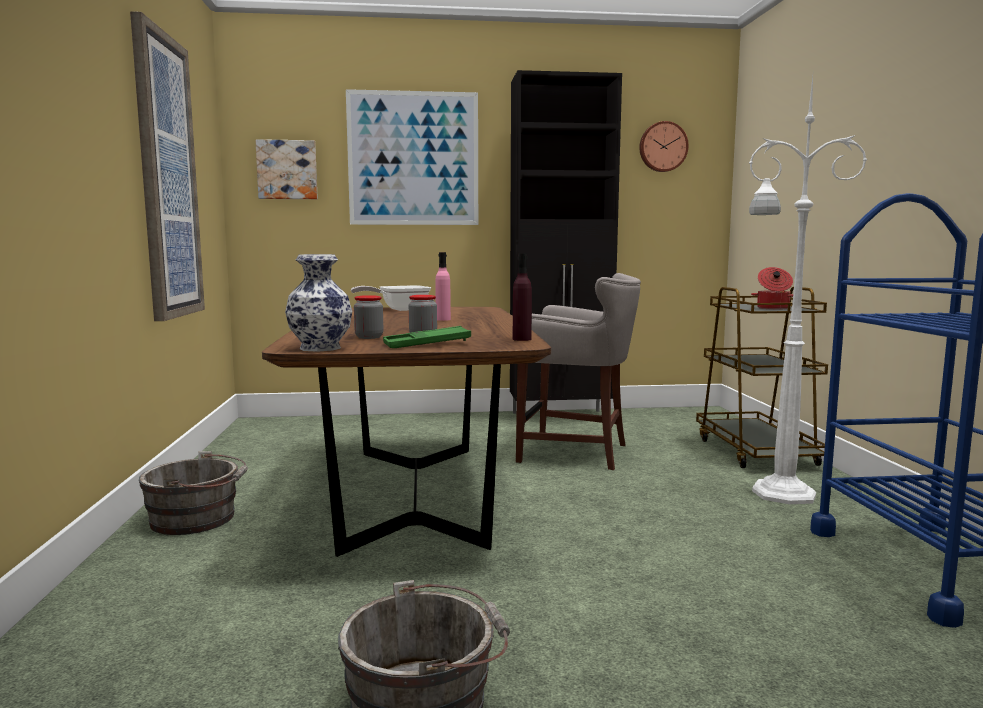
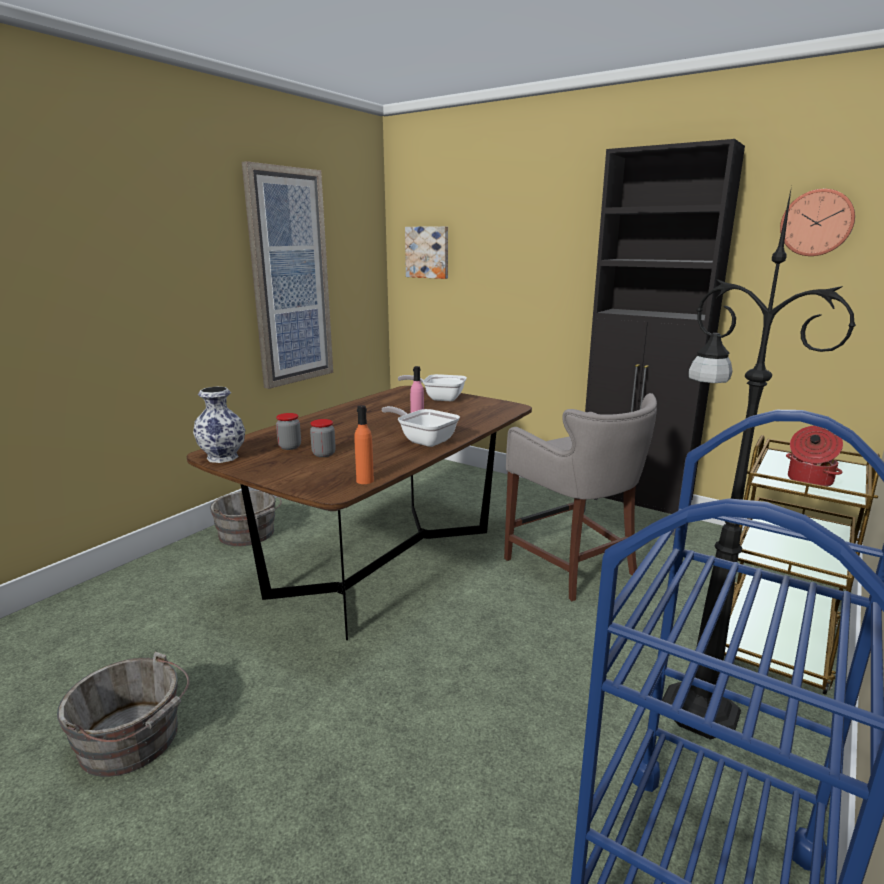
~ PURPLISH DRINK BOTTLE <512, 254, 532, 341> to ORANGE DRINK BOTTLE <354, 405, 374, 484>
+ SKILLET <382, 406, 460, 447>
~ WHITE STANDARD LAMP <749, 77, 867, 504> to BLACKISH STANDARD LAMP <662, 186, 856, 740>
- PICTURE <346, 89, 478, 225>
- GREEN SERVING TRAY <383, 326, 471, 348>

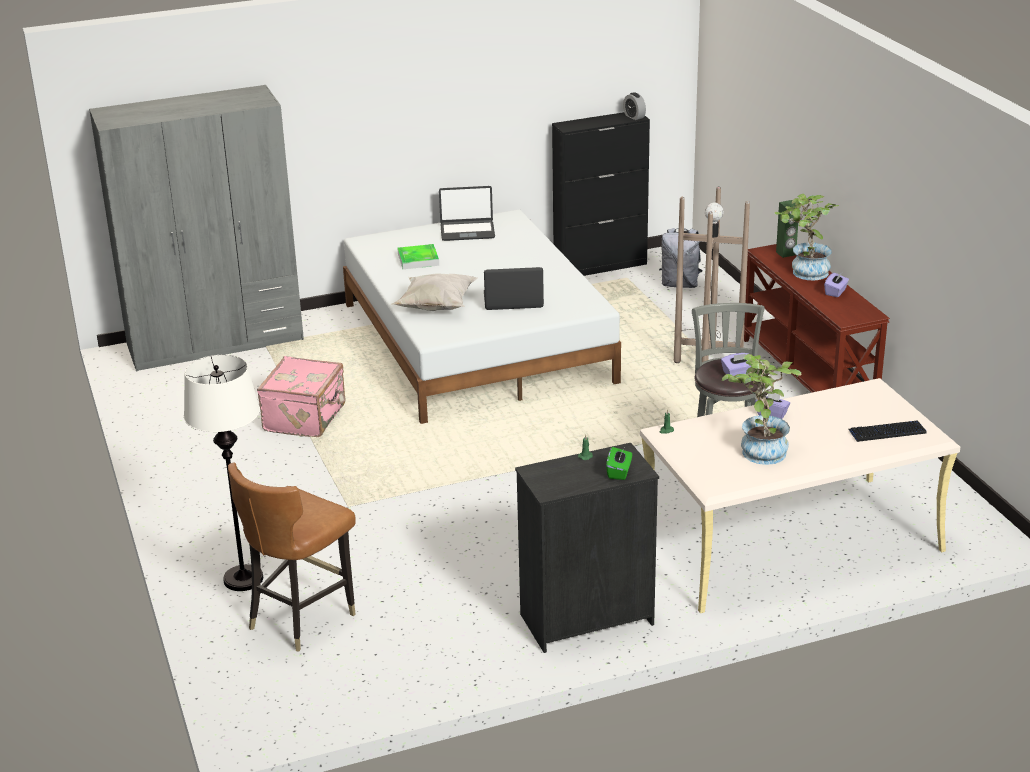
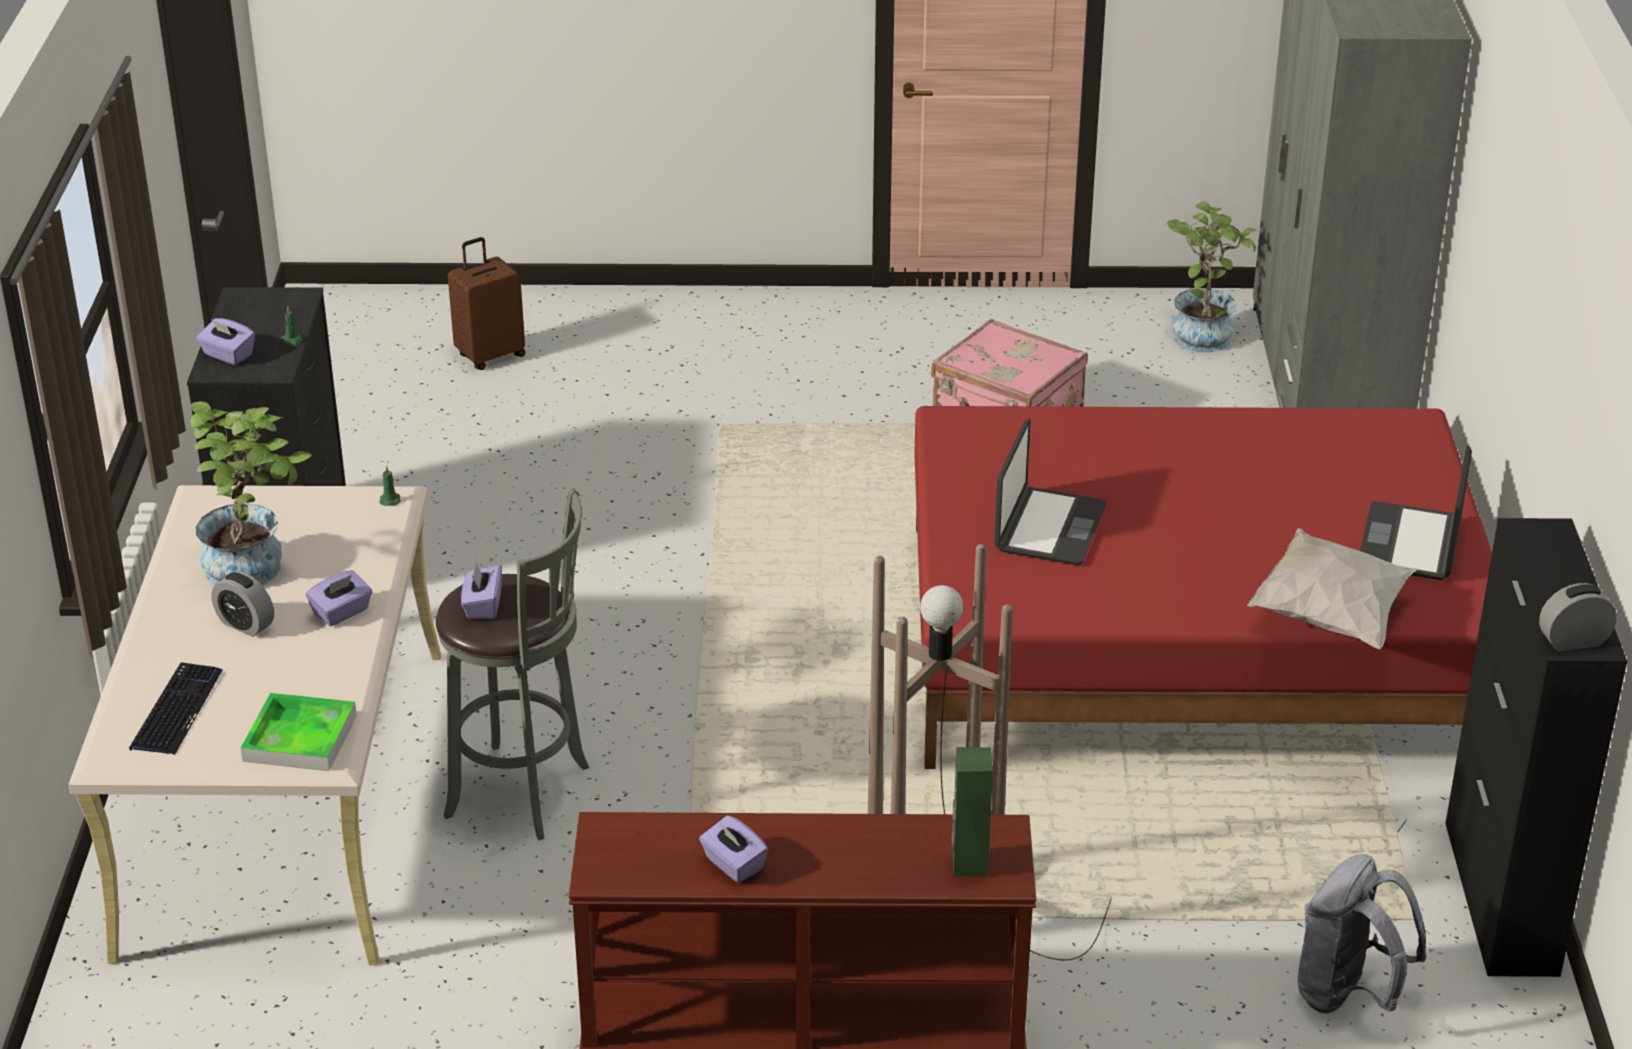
~ GREEN TISSUE HOLDER <606, 447, 632, 480> to PURPLISH TISSUE HOLDER <196, 318, 255, 365>
+ BEDSIDE CLOCK <211, 572, 274, 637>
~ SERVING TRAY <397, 244, 439, 269> to <240, 693, 357, 771>
~ BROWN-COLOURED UPRIGHT CHAIR <228, 463, 356, 651> to BROWN-COLOURED TRAVEL CASE <448, 237, 525, 370>
~ WHITE SLEEPING BED <343, 209, 621, 424> to RED-COLOURED SLEEPING BED <914, 406, 1492, 769>
~ POTTED PLANT <775, 194, 839, 280> to <1166, 202, 1257, 353>
~ WHITE THROW PILLOW <392, 274, 478, 311> to <1247, 528, 1419, 650>
- WHITE STANDARD LAMP <184, 355, 263, 591>

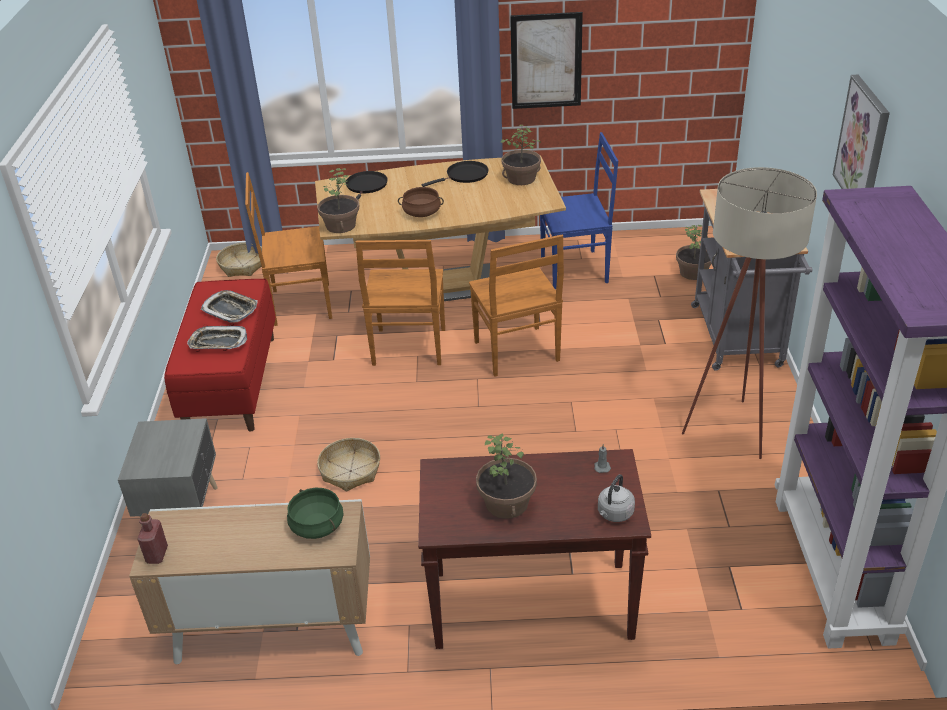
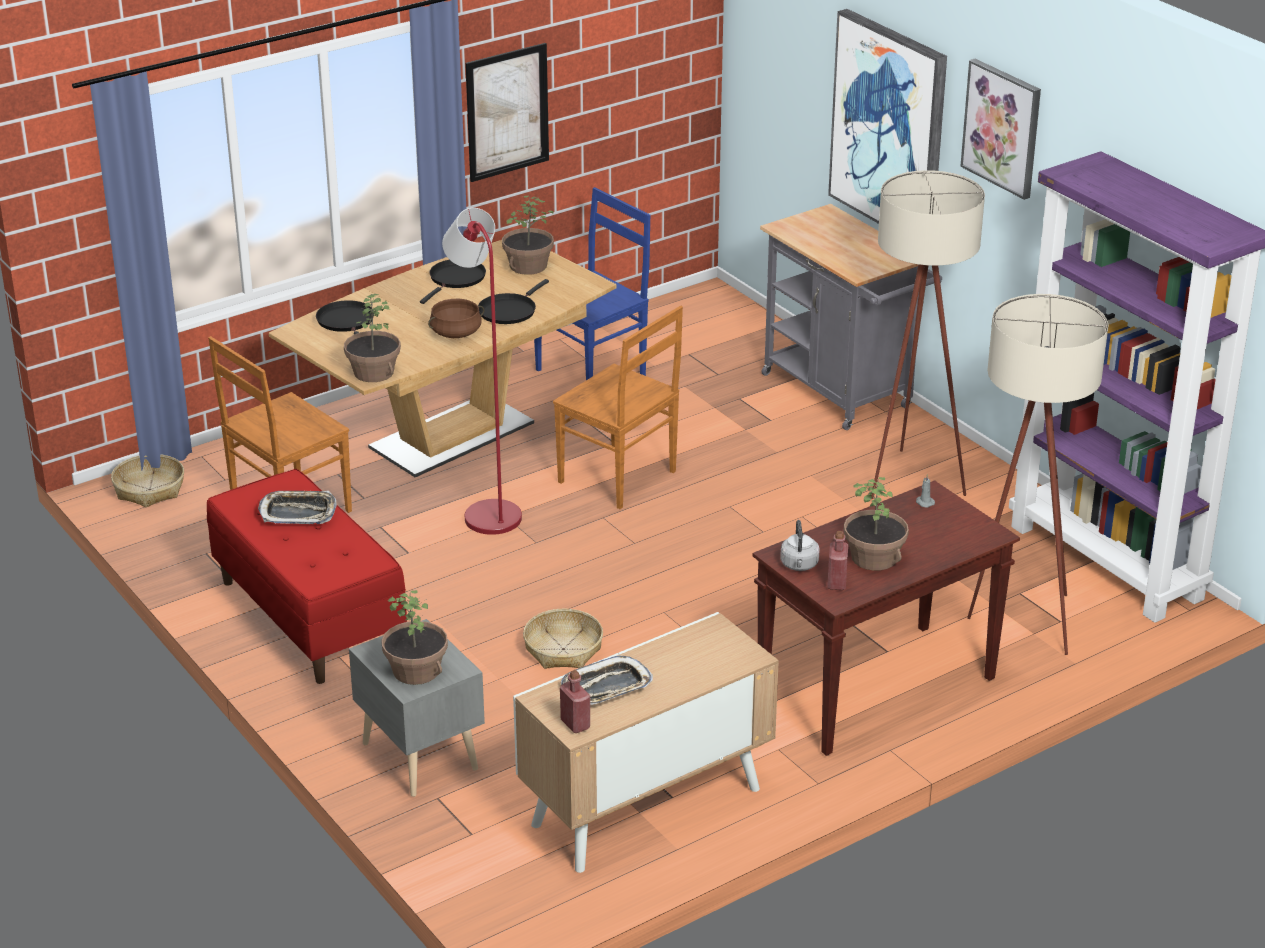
~ POTTED PLANT <676, 225, 712, 280> to <381, 590, 448, 685>
~ BROWN-COLOURED UPRIGHT CHAIR <356, 240, 445, 366> to RED-COLOURED STANDARD LAMP <442, 208, 522, 535>
+ BLACKISH SKILLET <478, 279, 549, 324>
~ SERVING TRAY <187, 326, 247, 349> to <561, 655, 653, 705>
~ GREY TEA KETTLE <598, 474, 635, 522> to <780, 520, 820, 571>
+ RED-COLOURED DRINK BOTTLE <827, 531, 848, 590>
+ PICTURE <828, 9, 947, 224>
+ SAND-COLOURED STANDARD LAMP <967, 294, 1109, 655>
- GREEN COOKING POT <287, 488, 344, 539>

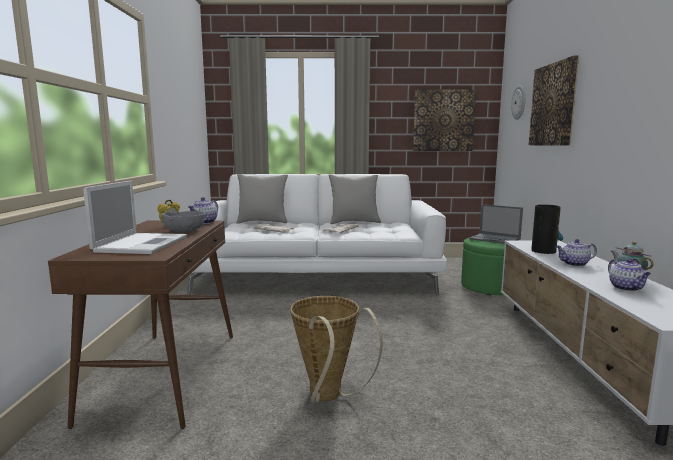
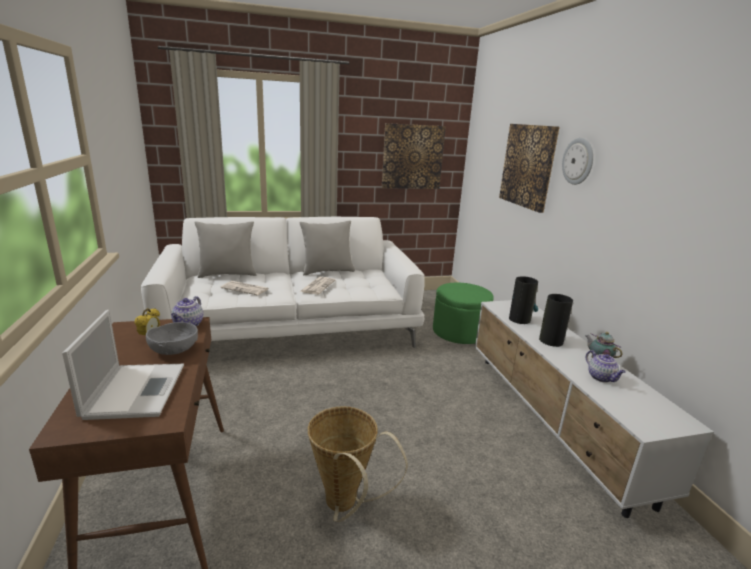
~ TEAPOT <556, 239, 597, 266> to DECORATIVE VASE <539, 294, 573, 347>
~ HANGING CLOCK <511, 85, 525, 120> to <562, 138, 593, 185>
- PORTABLE COMPUTER <469, 204, 523, 244>

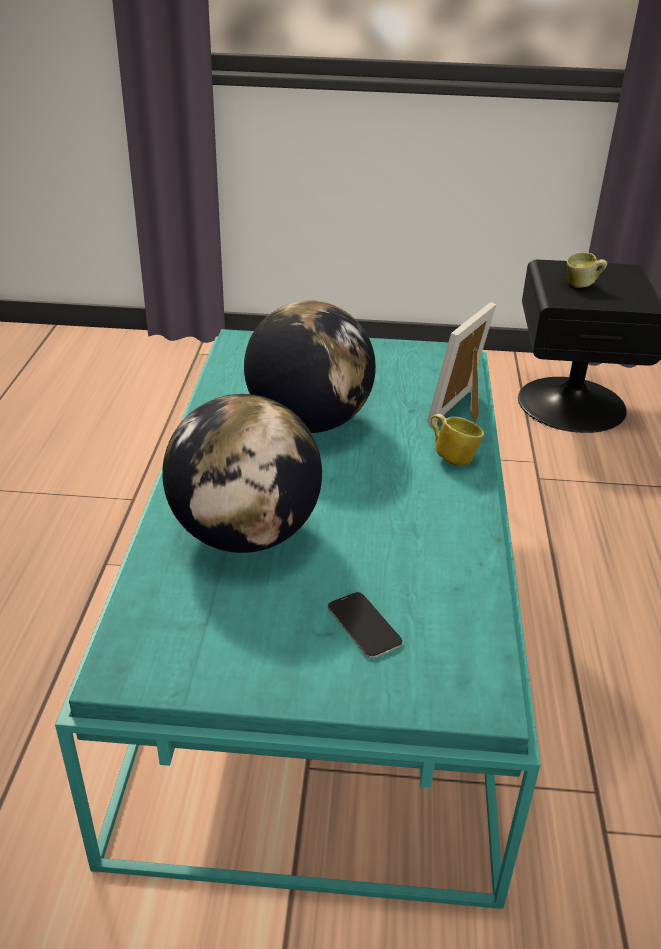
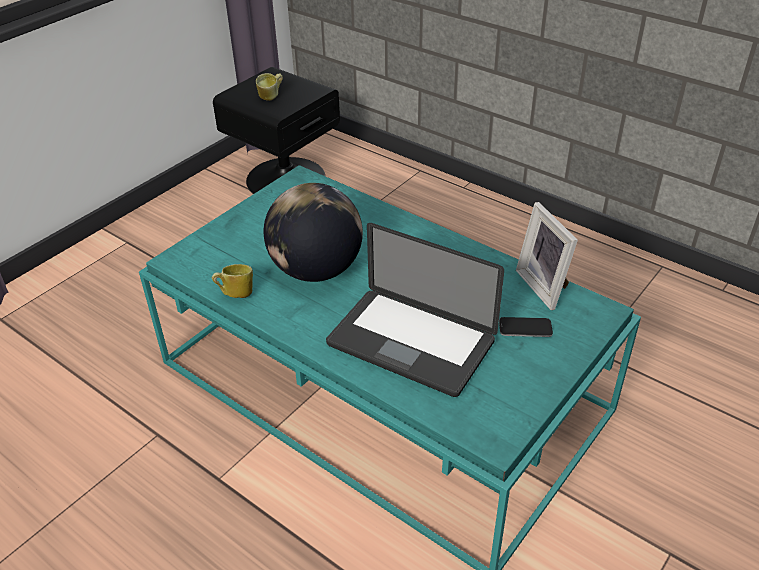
~ TEA MUG <431, 414, 484, 466> to <212, 264, 253, 298>
~ GLOBE <162, 394, 322, 553> to PORTABLE COMPUTER <326, 223, 504, 397>
~ PICTURE FRAME <427, 302, 497, 425> to <516, 202, 578, 310>

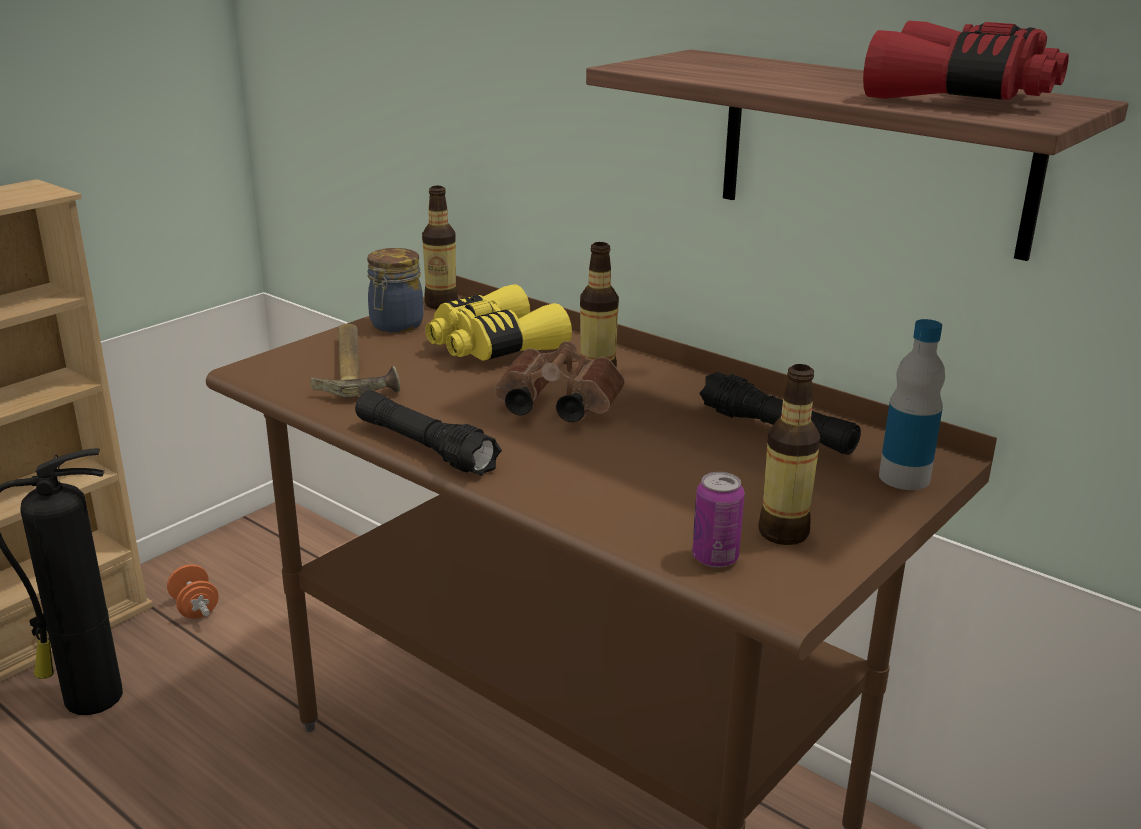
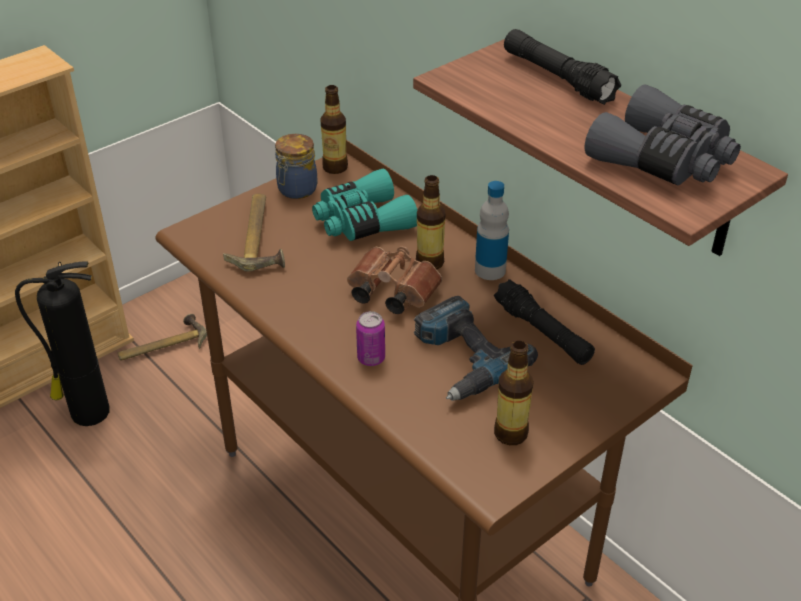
~ ORANGE DUMBBELL <167, 564, 219, 619> to TOOL HAMMER <118, 314, 207, 361>
~ YELLOW PAIR OF BINOCULARS <425, 285, 572, 361> to TURQUOISE PAIR OF BINOCULARS <312, 168, 417, 241>
~ CAN <692, 472, 745, 568> to <356, 311, 385, 366>
+ DRILL <414, 296, 538, 401>
~ DRINK BOTTLE <879, 319, 945, 490> to <475, 181, 509, 280>
~ BLACKISH FLASHLIGHT <355, 391, 502, 476> to <504, 29, 621, 105>
~ RED-COLOURED PAIR OF BINOCULARS <863, 21, 1069, 100> to GREY PAIR OF BINOCULARS <584, 84, 741, 185>

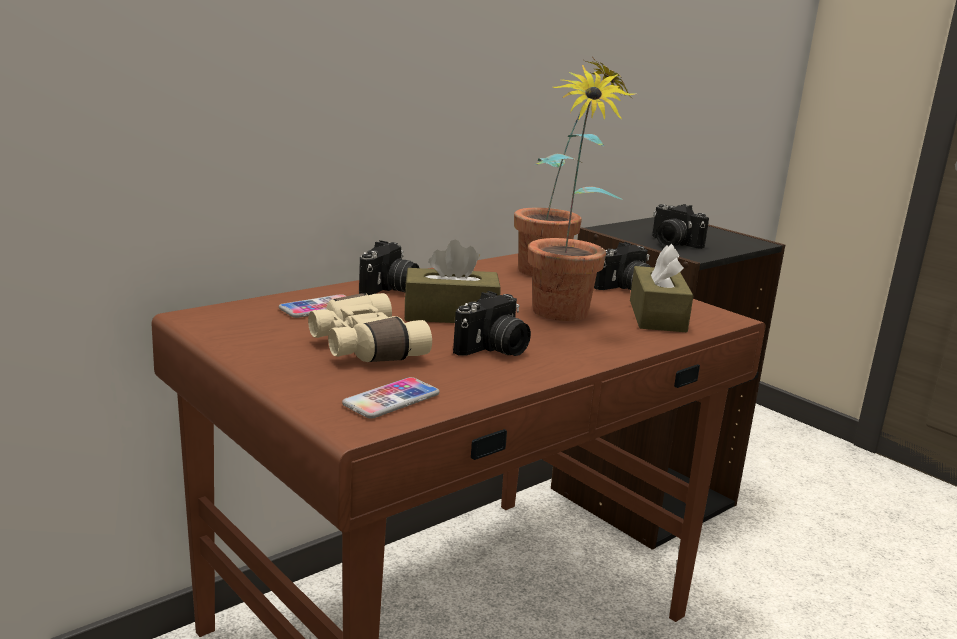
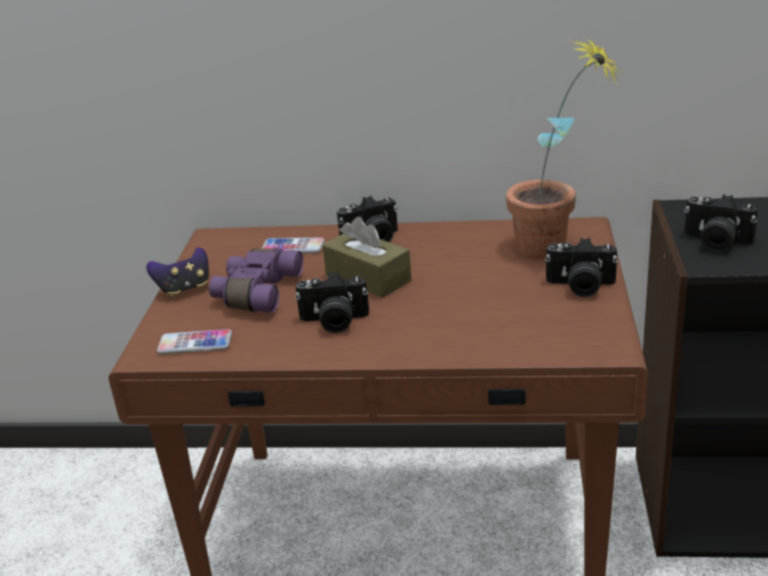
+ JOYPAD <146, 248, 209, 298>
~ SAND-COLOURED PAIR OF BINOCULARS <308, 293, 432, 362> to PURPLISH PAIR OF BINOCULARS <209, 248, 303, 312>
~ PHOTO CAMERA <652, 204, 709, 249> = <685, 194, 758, 252> 60 degrees counterclockwise
- POTTED PLANT <528, 65, 636, 321>
- BROWN-COLOURED TISSUE HOLDER <630, 244, 694, 332>

